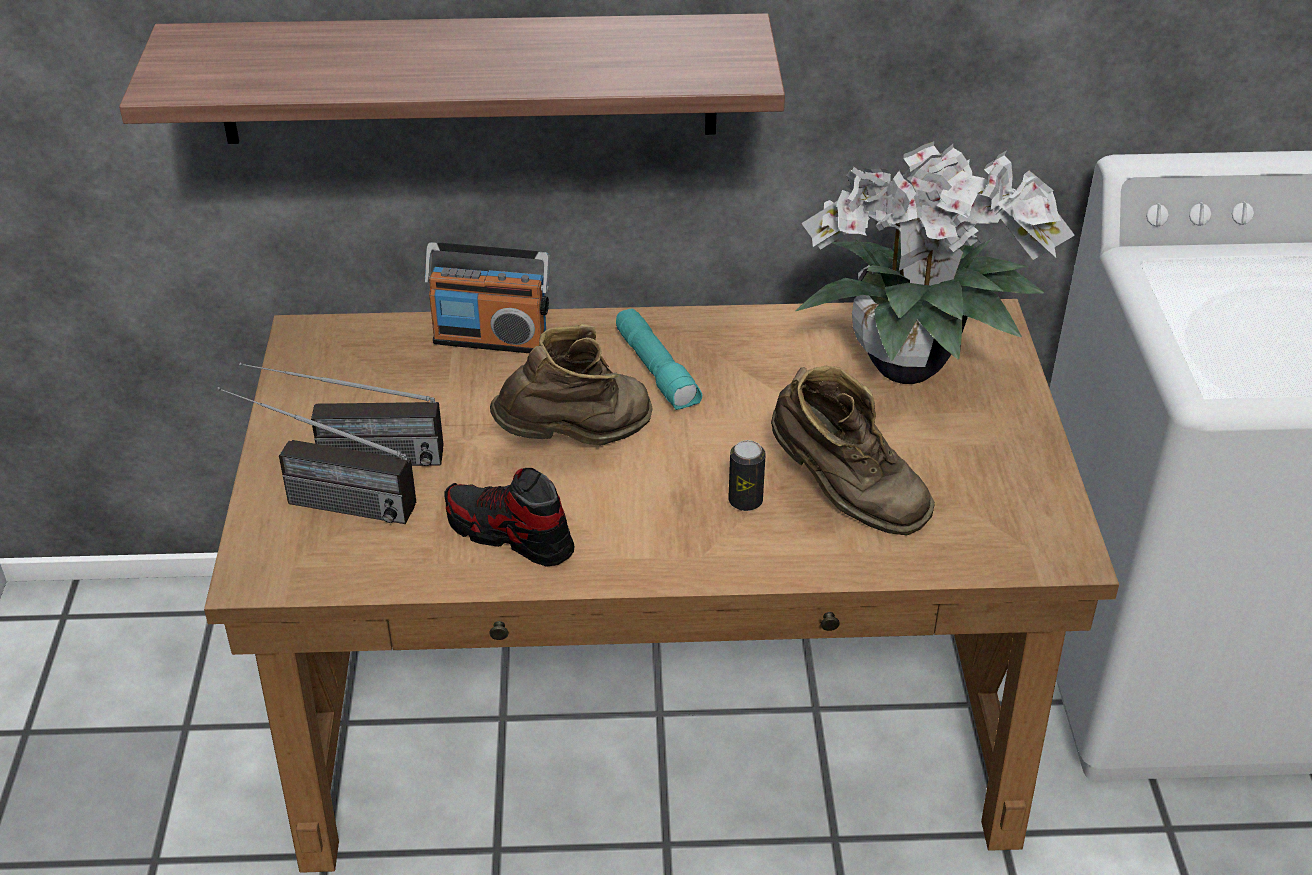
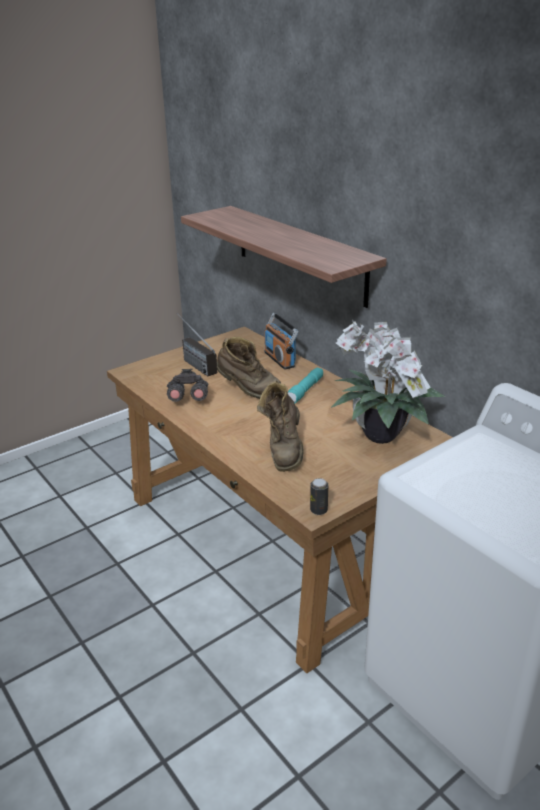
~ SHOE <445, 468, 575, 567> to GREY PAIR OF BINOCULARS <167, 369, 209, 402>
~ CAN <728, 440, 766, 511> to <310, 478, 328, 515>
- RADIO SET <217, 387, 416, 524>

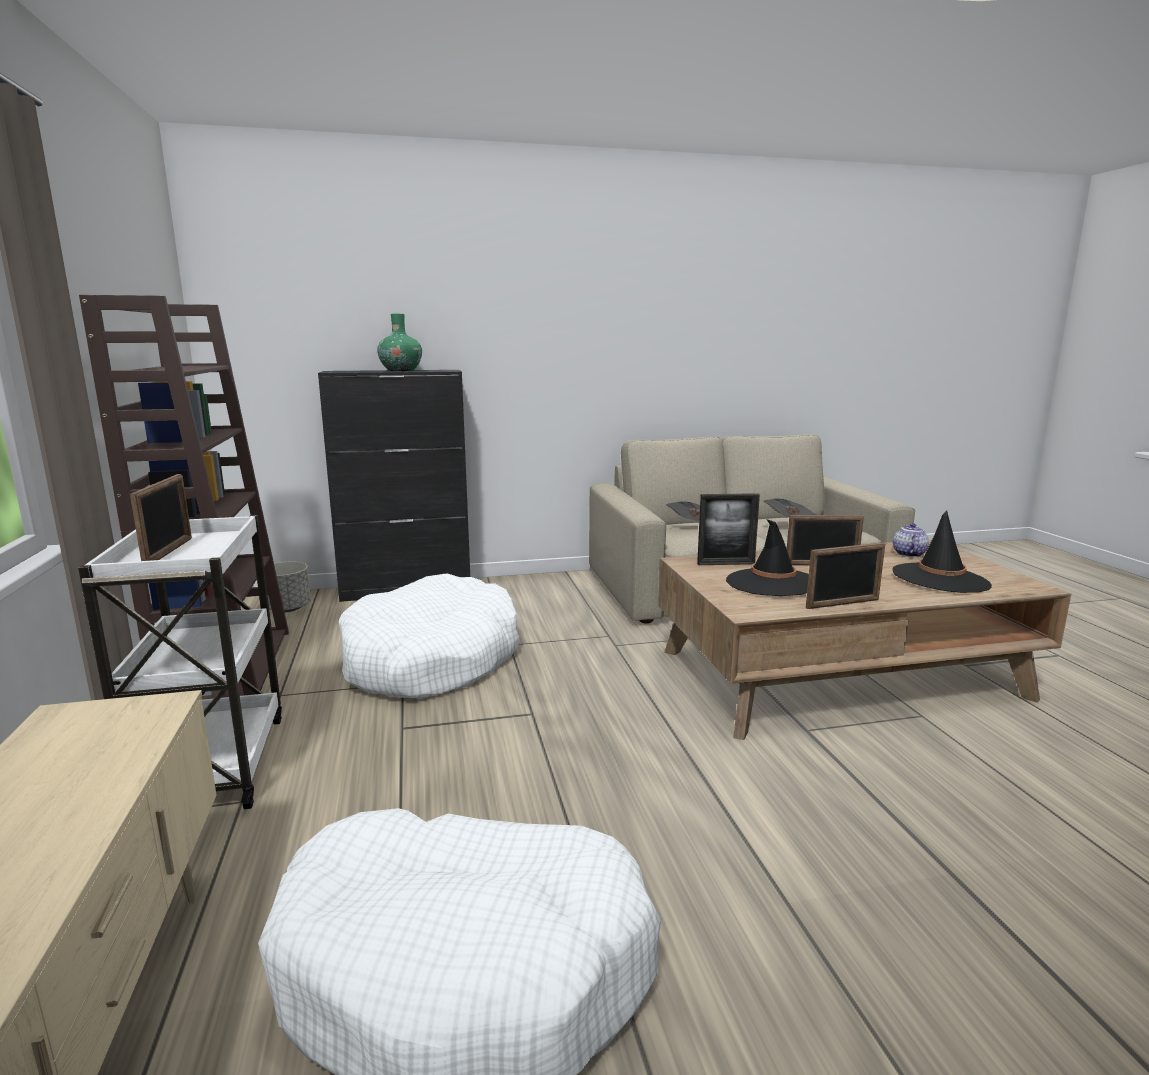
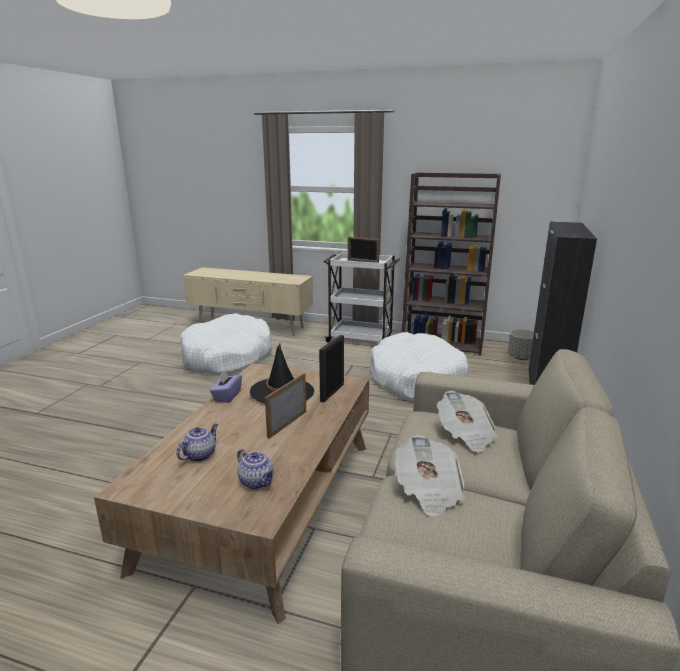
~ BLACKISH CLOTHING HAT <892, 510, 992, 593> to TEAPOT <176, 424, 218, 462>
~ PICTURE FRAME <806, 543, 885, 609> to PURPLISH TISSUE HOLDER <210, 370, 242, 403>
- GREEN DECORATIVE VASE <377, 314, 422, 371>

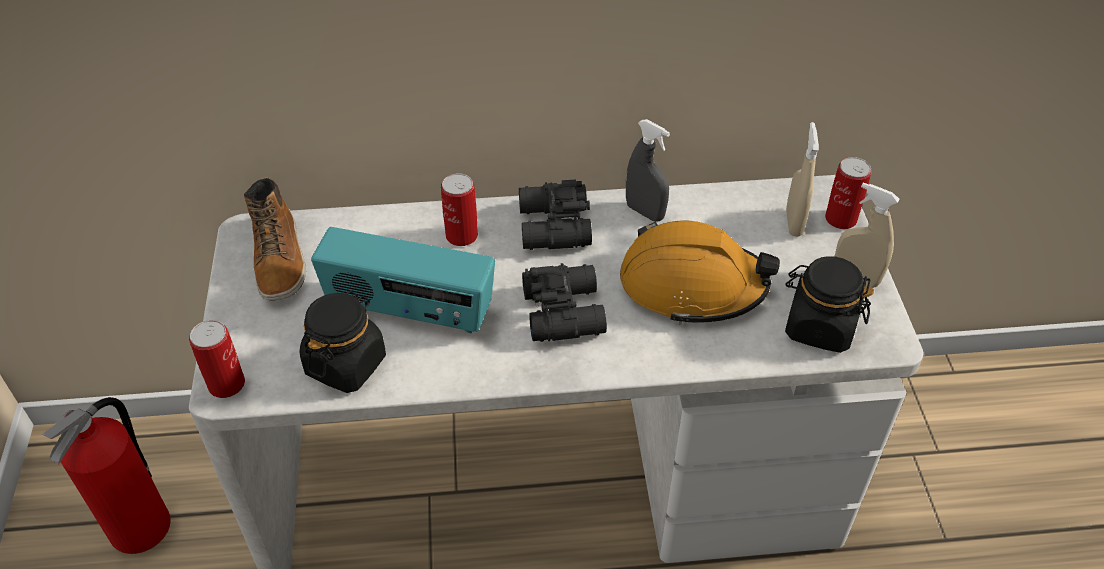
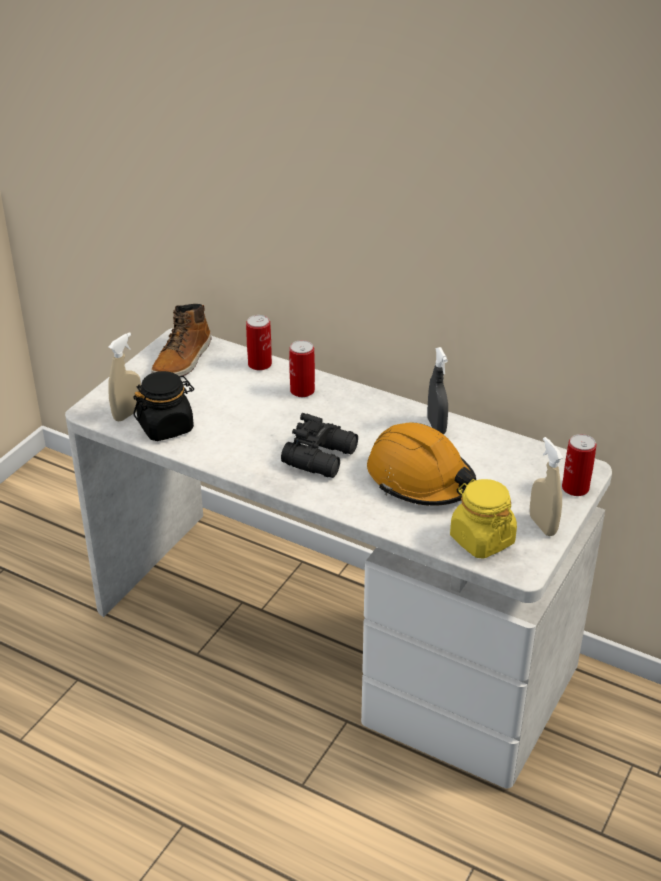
~ SAND-COLOURED HAND SPRAYER <786, 122, 819, 237> to <108, 332, 141, 422>
~ CAN <189, 320, 245, 398> to <246, 315, 272, 371>
~ BLACKISH STORAGE JAR <785, 256, 874, 353> to YELLOW STORAGE JAR <450, 479, 517, 559>
- EXTINGUISHER <42, 397, 171, 554>
- RADIO SET <311, 227, 495, 333>
- BLACKISH PAIR OF BINOCULARS <519, 179, 592, 250>

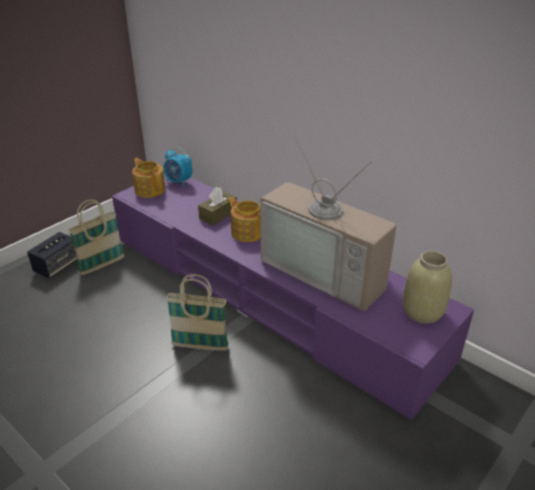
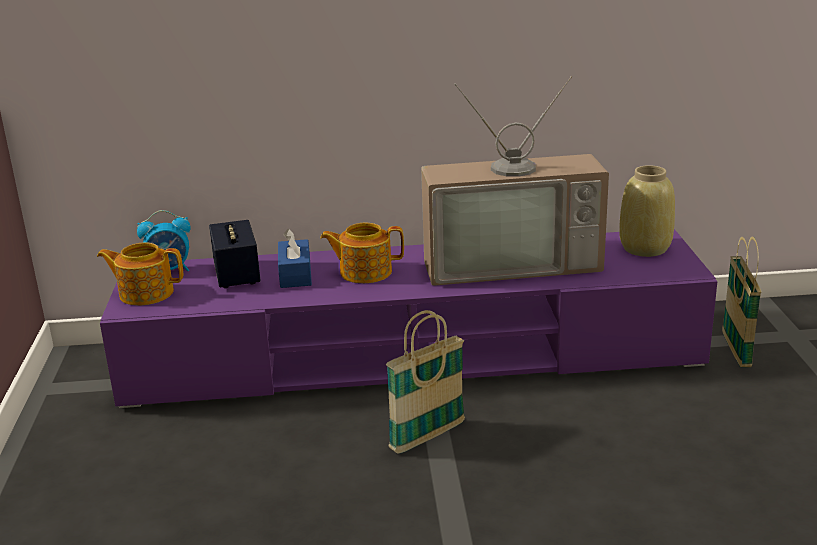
~ AUDIO SPEAKER <27, 232, 77, 279> to <209, 220, 261, 288>
~ BROWN-COLOURED TISSUE HOLDER <198, 187, 237, 225> to BLUE TISSUE HOLDER <278, 229, 312, 288>
~ STORAGE BASKET <68, 199, 125, 275> to <722, 237, 762, 367>

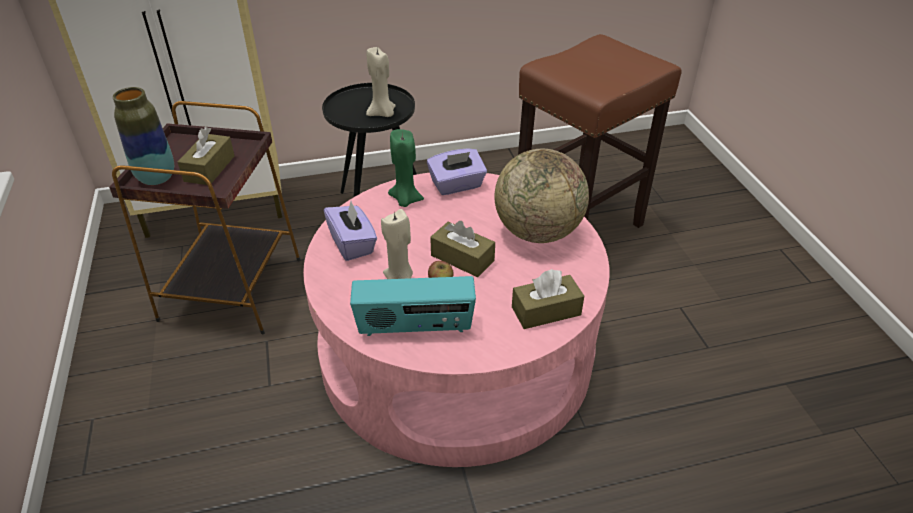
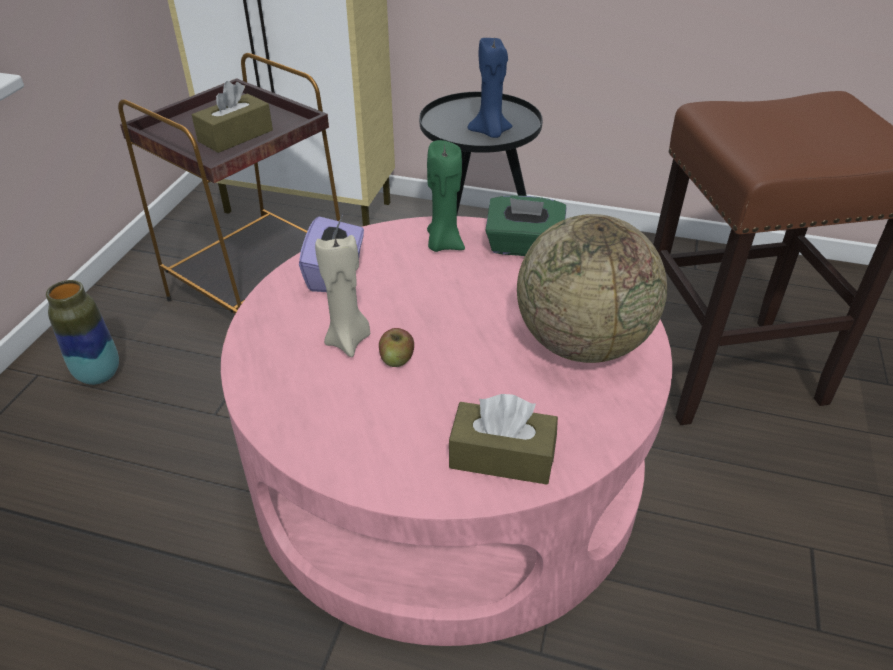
~ DECORATIVE VASE <113, 87, 174, 185> to <46, 280, 119, 385>
~ SAND-COLOURED WAX LIGHT <366, 47, 396, 117> to BLUE WAX LIGHT <468, 38, 512, 138>
~ PURPLISH TISSUE HOLDER <427, 148, 487, 195> to GREEN TISSUE HOLDER <485, 195, 566, 256>
- RADIO SET <350, 276, 476, 336>
- BROWN-COLOURED TISSUE HOLDER <430, 221, 495, 277>

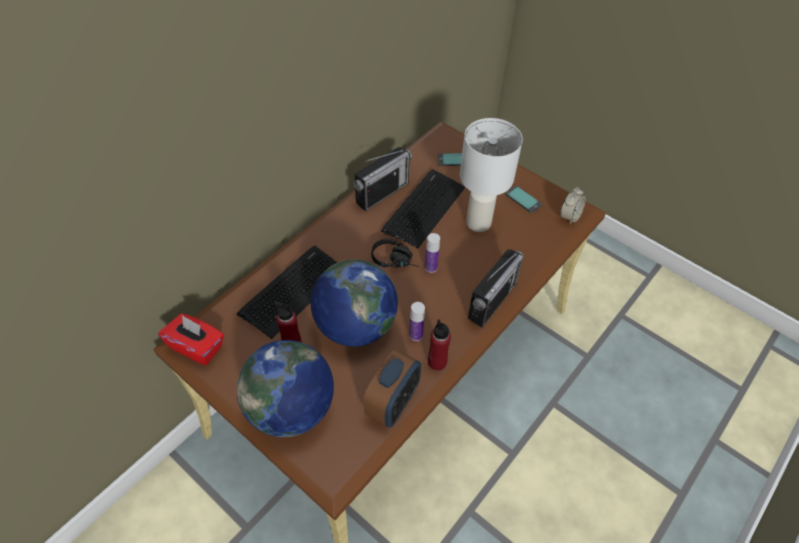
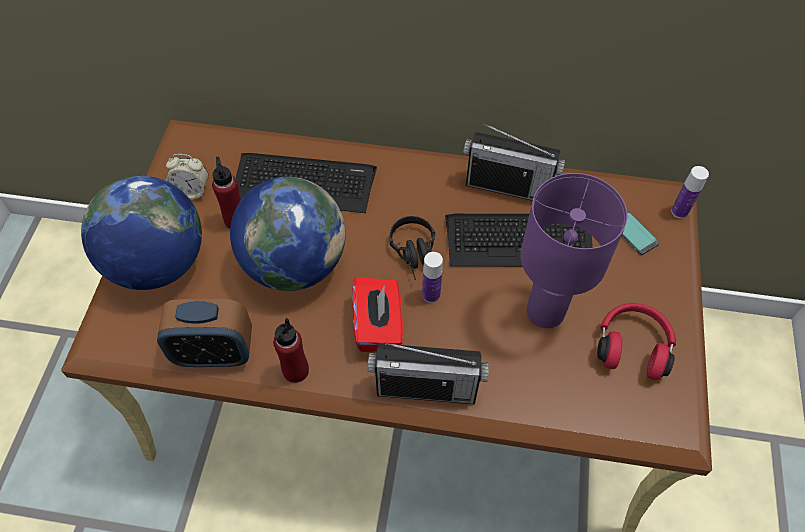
~ BEDSIDE CLOCK <560, 187, 586, 224> to <165, 154, 209, 200>
~ RED-COLOURED TISSUE HOLDER <158, 313, 224, 365> to <352, 277, 403, 352>
~ WHITE TABLE LAMP <460, 118, 523, 232> to PURPLISH TABLE LAMP <520, 173, 627, 328>
~ TELEPHONE <505, 186, 542, 213> to RED-COLOURED PAIR OF HEADPHONES <597, 303, 676, 380>
~ DRINK BOTTLE <409, 302, 425, 341> to <671, 166, 709, 219>

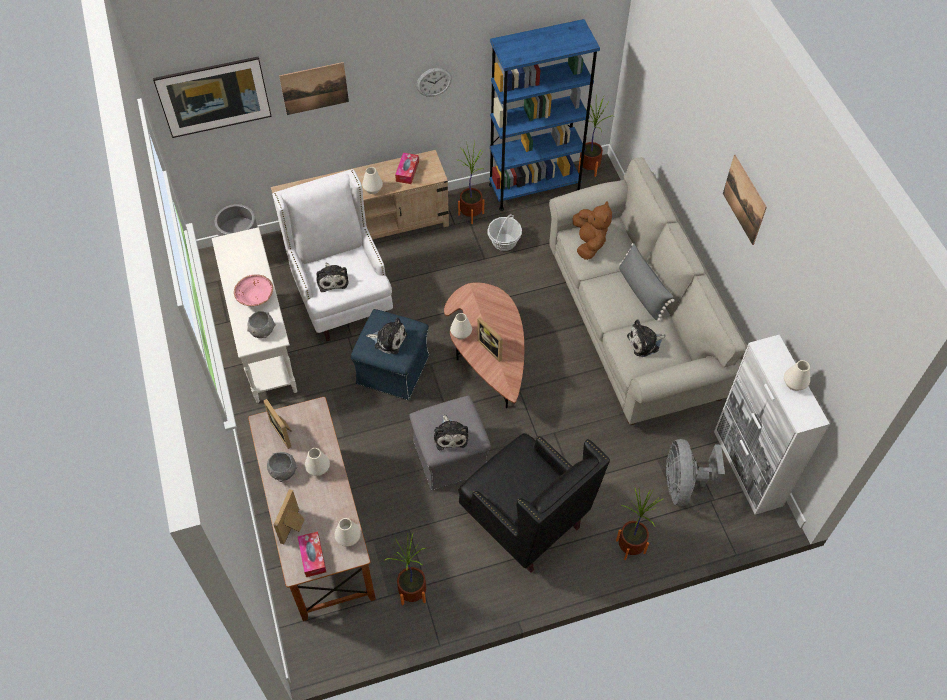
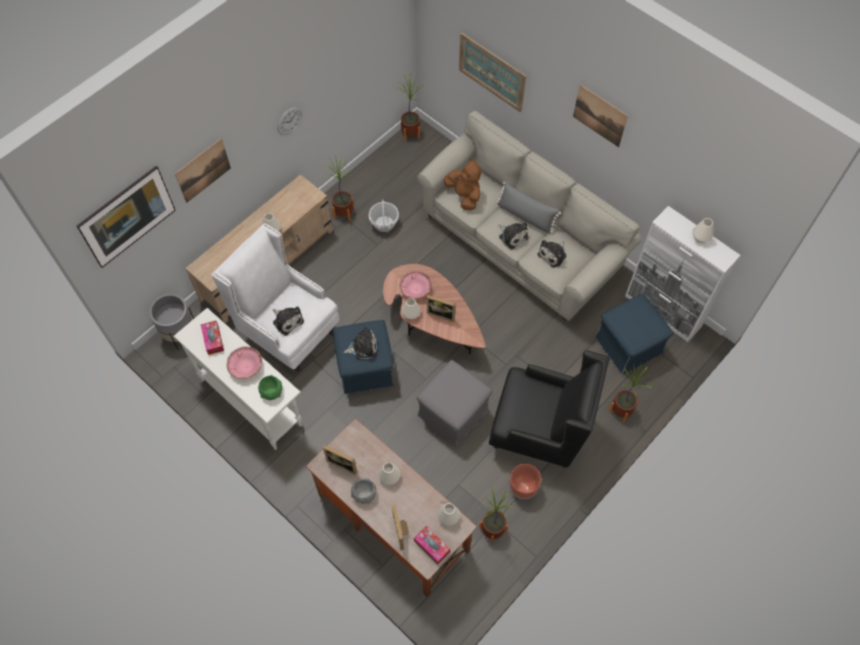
~ TISSUE HOLDER <395, 153, 419, 184> to <200, 320, 224, 355>
~ GREY BOWL <247, 311, 276, 338> to GREEN BOWL <258, 375, 282, 400>
+ PINK BOWL <399, 271, 432, 299>
+ PICTURE <459, 33, 526, 113>
~ SOFT TOY <434, 415, 468, 450> to <498, 222, 528, 249>
+ BROWN-COLOURED FLOWER POT <509, 464, 541, 499>
~ GREY COOLING FAN <666, 439, 725, 506> to BLUE OTTOMAN <595, 294, 673, 375>
- BLUE BOOKCASE <489, 19, 600, 211>

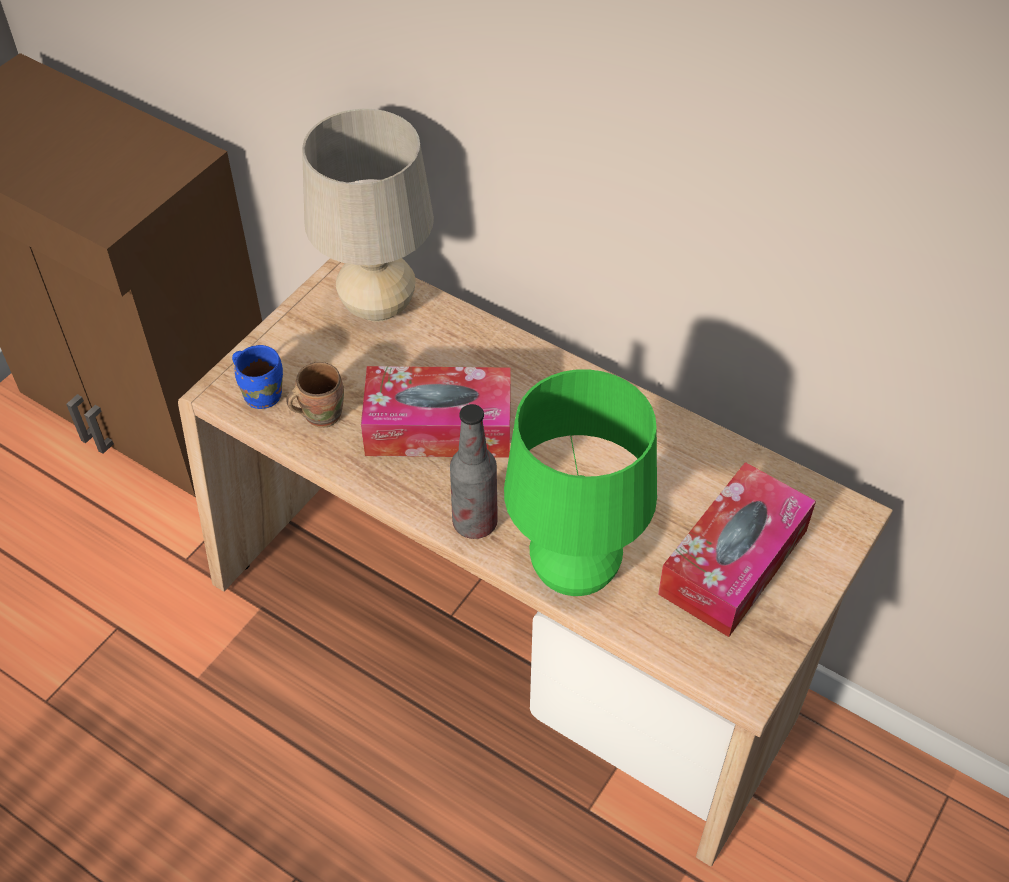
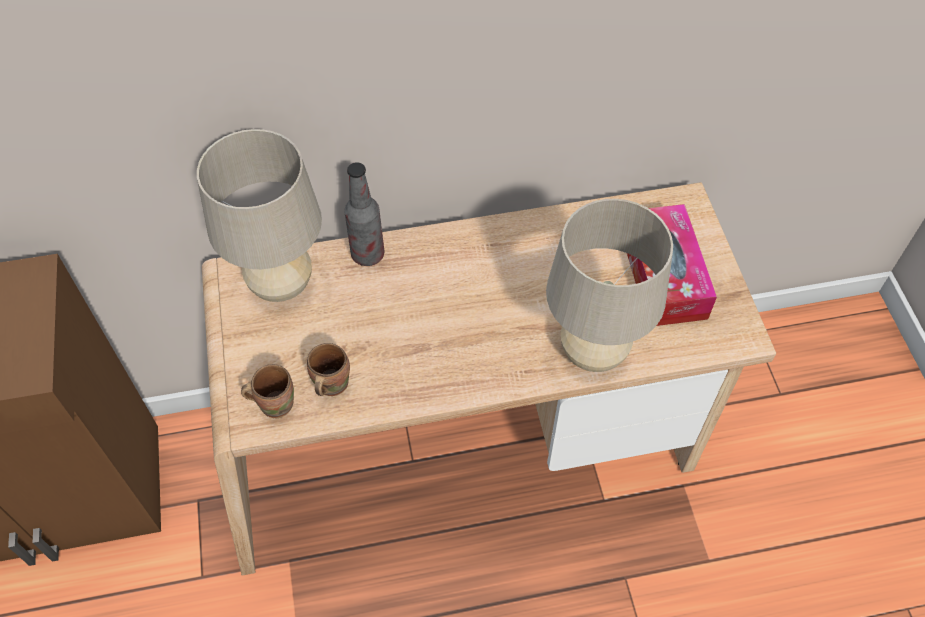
~ BLUE TEA MUG <232, 345, 283, 409> to BROWN-COLOURED TEA MUG <241, 364, 294, 418>
~ DRINK BOTTLE <450, 404, 498, 539> to <344, 162, 384, 266>
~ GREEN TABLE LAMP <504, 369, 657, 596> to SAND-COLOURED TABLE LAMP <546, 199, 673, 372>
- TISSUE HOLDER <361, 366, 511, 458>

